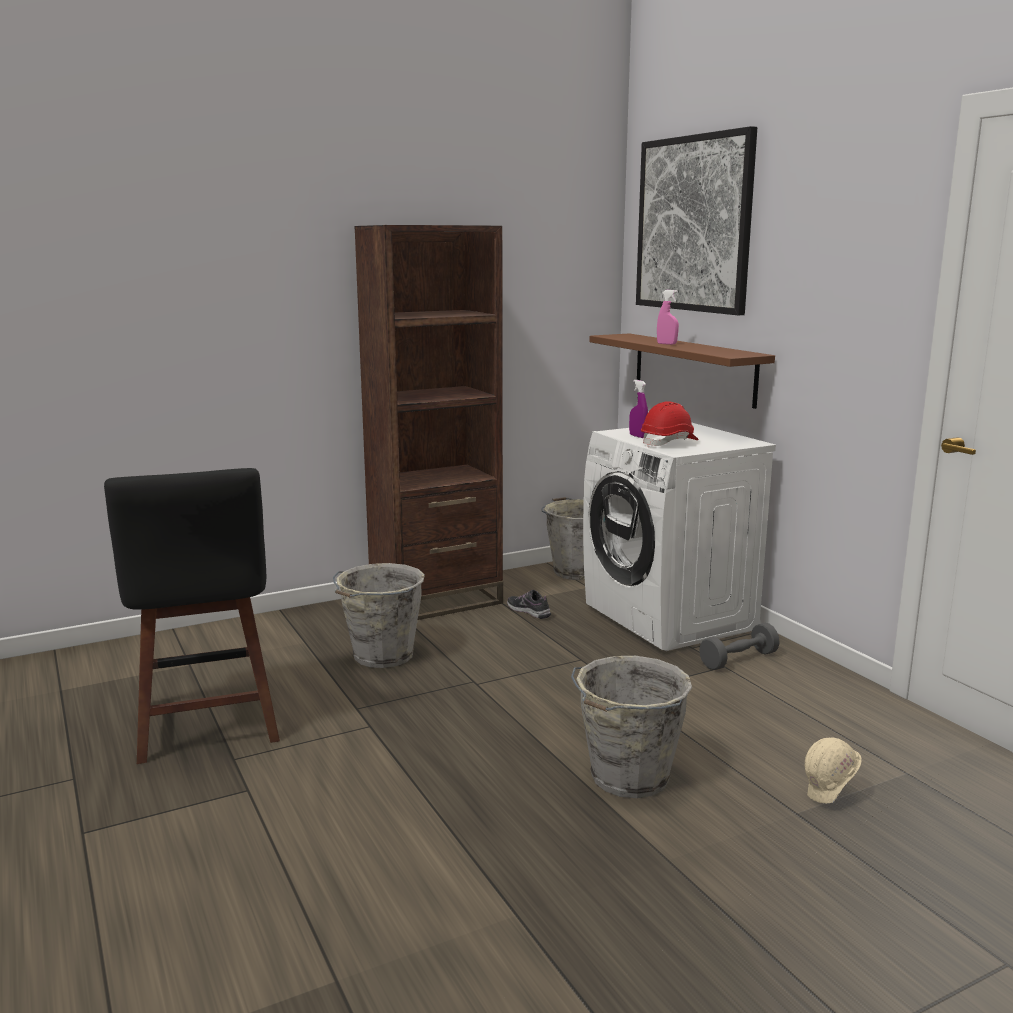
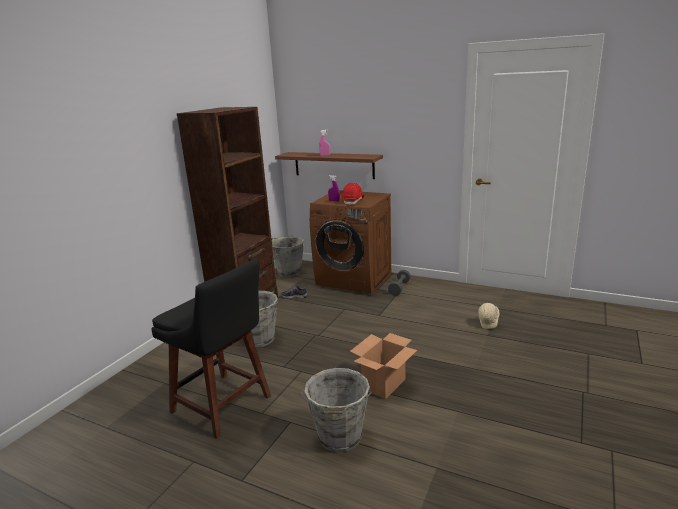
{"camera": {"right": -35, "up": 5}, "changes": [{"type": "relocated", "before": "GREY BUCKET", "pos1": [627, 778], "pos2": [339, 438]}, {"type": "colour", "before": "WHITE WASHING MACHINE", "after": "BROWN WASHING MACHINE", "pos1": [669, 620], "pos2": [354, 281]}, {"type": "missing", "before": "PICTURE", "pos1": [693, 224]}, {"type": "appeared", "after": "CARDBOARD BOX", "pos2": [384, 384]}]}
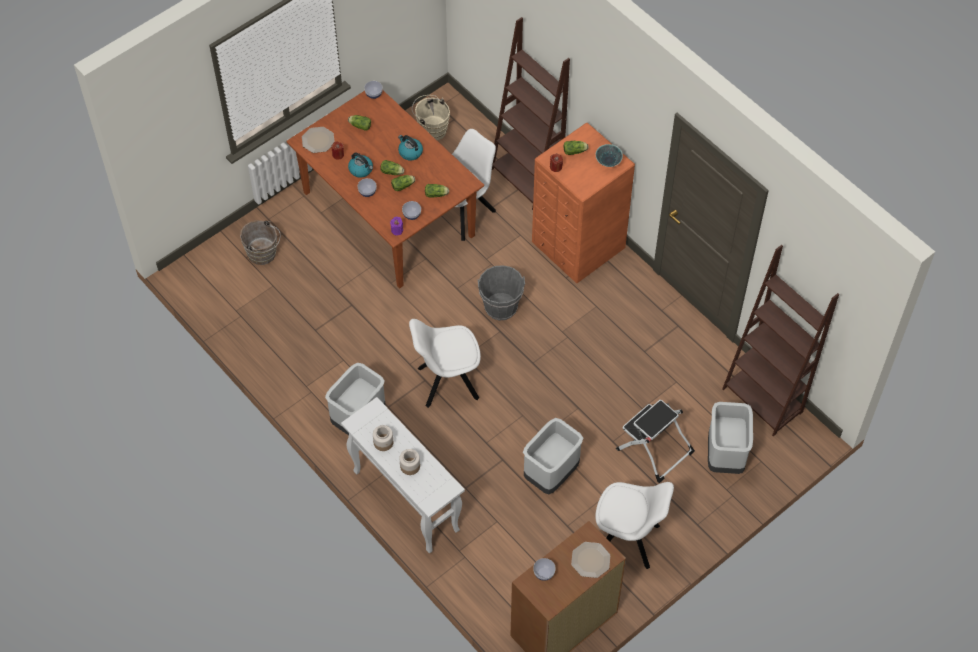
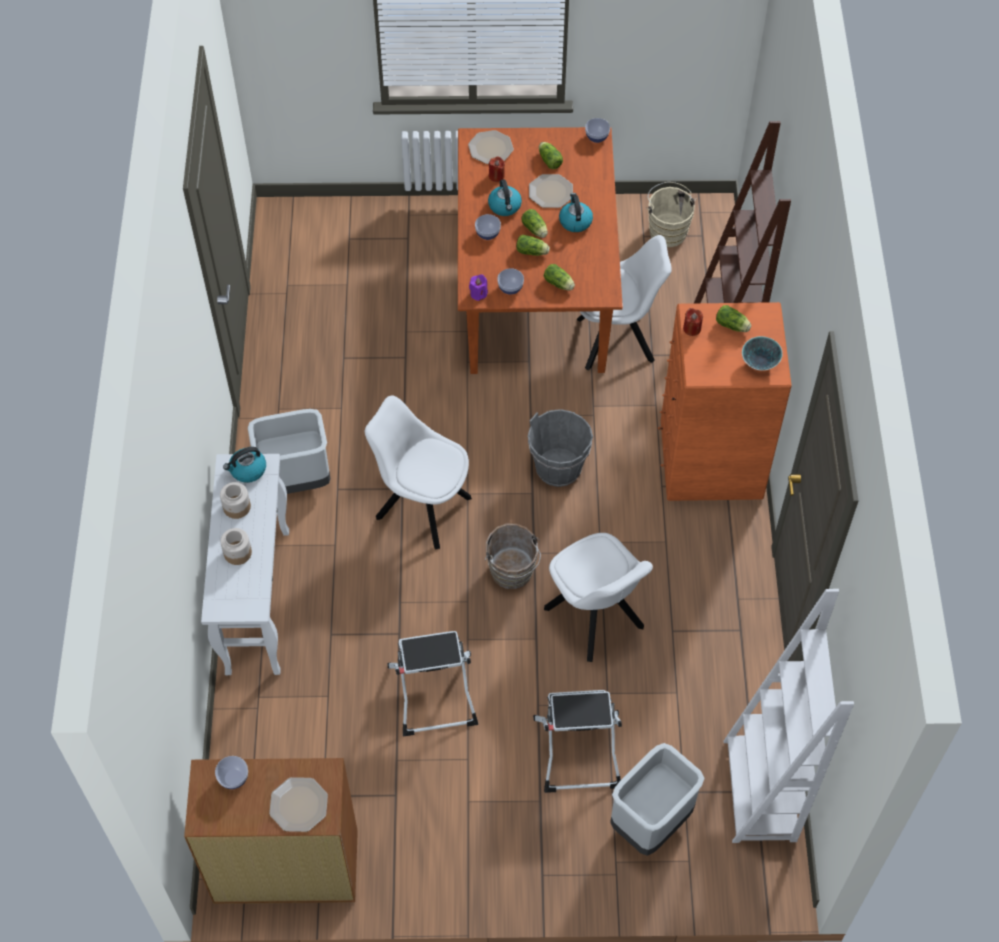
{"camera": {"right": 40, "up": 0}, "changes": [{"type": "relocated", "before": "BROWN BUCKET", "pos1": [264, 254], "pos2": [512, 574]}, {"type": "exchanged", "before": "GREY TRASH CAN", "after": "STEP LADDER", "pos1": [551, 475], "pos2": [434, 691]}, {"type": "relocated", "before": "WHITE CHAIR", "pos1": [627, 540], "pos2": [595, 618]}, {"type": "colour", "before": "BROWN BOOKCASE", "after": "WHITE BOOKCASE", "pos1": [762, 400], "pos2": [760, 790]}, {"type": "appeared", "after": "KETTLE", "pos2": [247, 470]}, {"type": "appeared", "after": "PLATE", "pos2": [550, 192]}]}
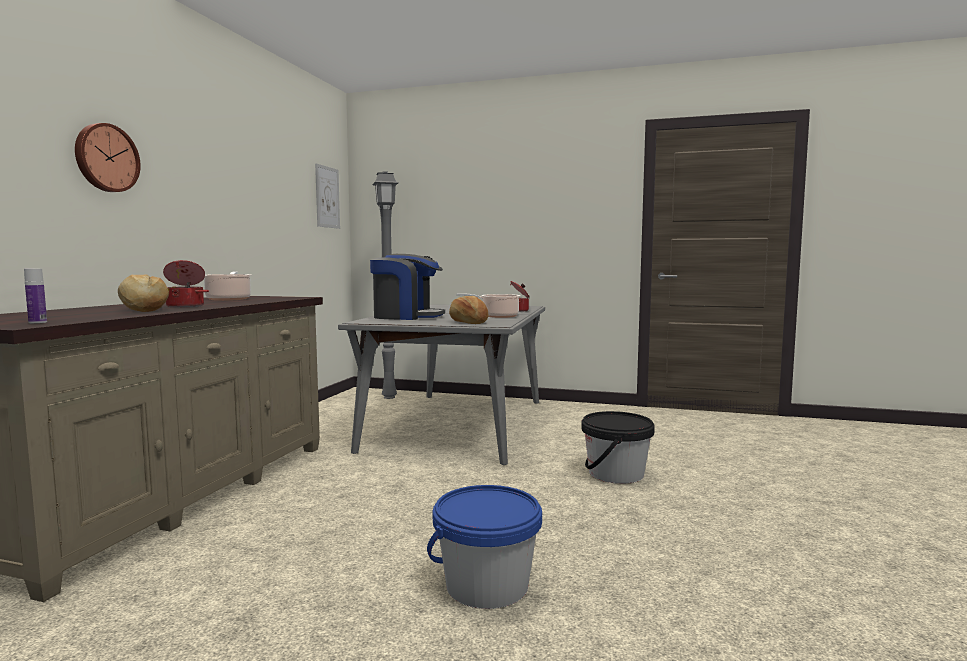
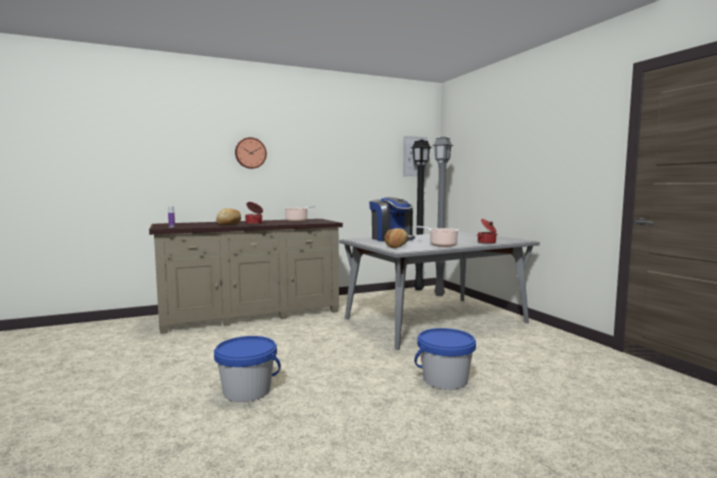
{"camera": {"right": 50, "up": 0}, "changes": [{"type": "colour", "before": "BLACK BUCKET", "after": "BLUE BUCKET", "pos1": [615, 473], "pos2": [445, 380]}, {"type": "appeared", "after": "BLACK FLOOR LAMP", "pos2": [419, 289]}]}
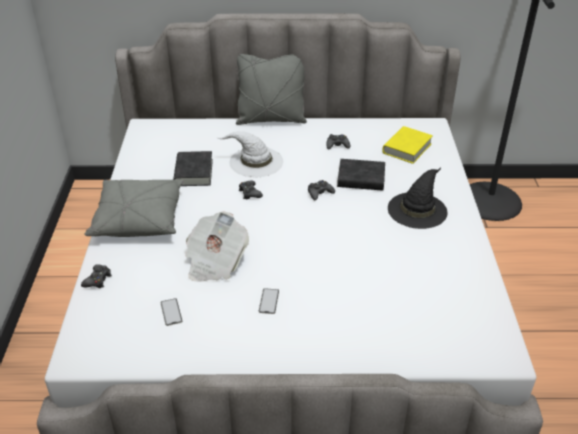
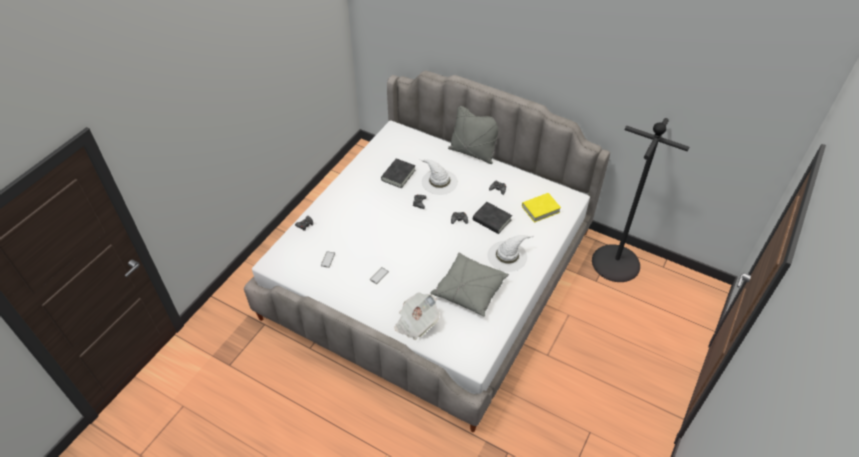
{"camera": {"right": 30, "up": 10}, "changes": [{"type": "relocated", "before": "GREY PILLOW", "pos1": [138, 219], "pos2": [469, 290]}, {"type": "relocated", "before": "NEWSPAPER", "pos1": [215, 262], "pos2": [416, 323]}, {"type": "colour", "before": "BLACK HAT", "after": "WHITE HAT", "pos1": [417, 209], "pos2": [507, 255]}]}
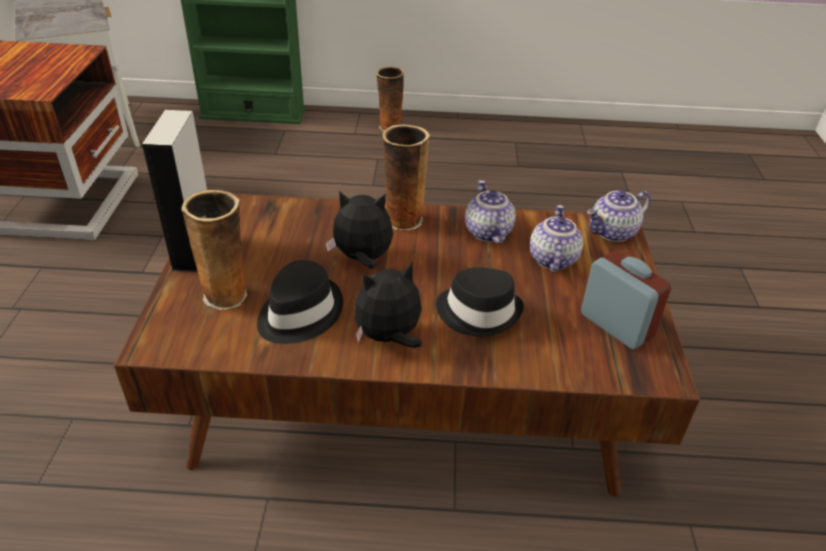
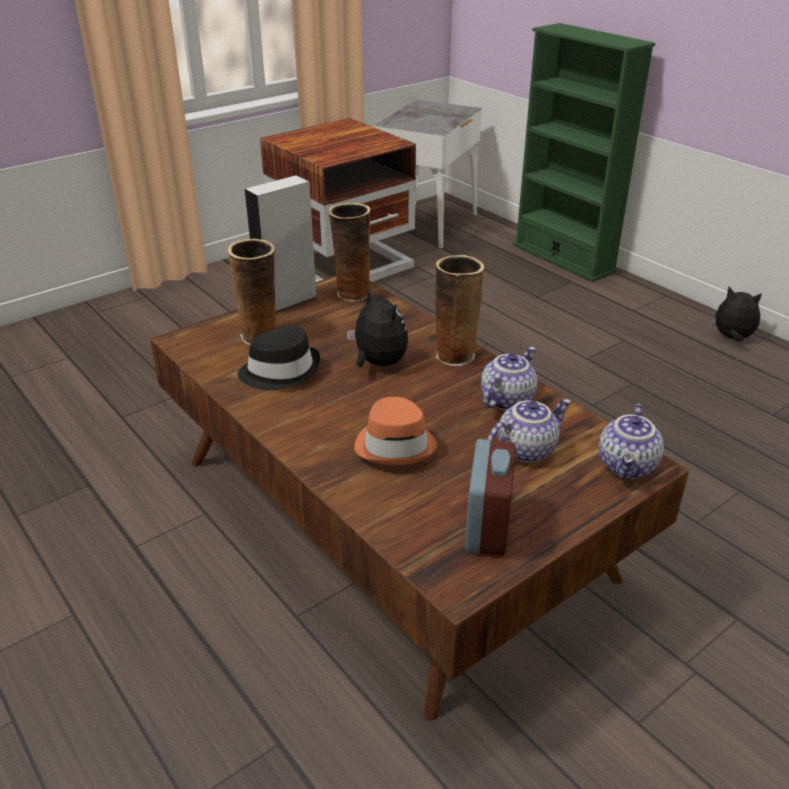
{"camera": {"right": 50, "up": -5}, "changes": [{"type": "relocated", "before": "PLUSH TOY", "pos1": [389, 337], "pos2": [731, 338]}, {"type": "relocated", "before": "VASE", "pos1": [389, 127], "pos2": [351, 293]}, {"type": "colour", "before": "BLACK HAT", "after": "ORANGE HAT", "pos1": [479, 311], "pos2": [395, 445]}, {"type": "spun", "before": "TEAPOT", "pos1": [613, 233], "pos2": [628, 466], "turn": -90}]}
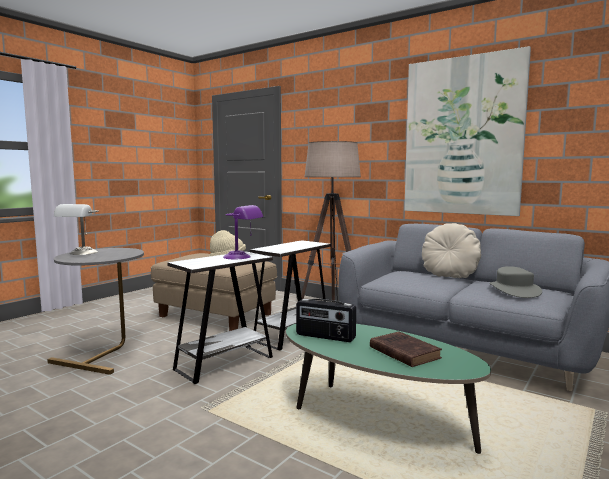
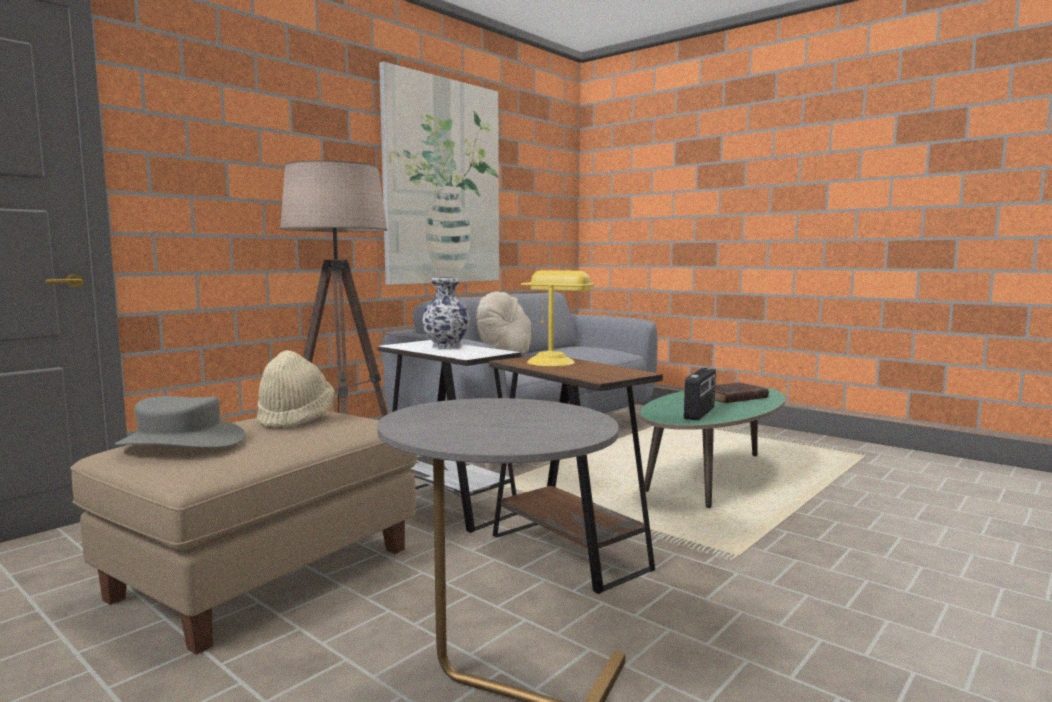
{"camera": {"right": -85, "up": 0}, "changes": [{"type": "missing", "before": "WHITE TABLE LAMP", "pos1": [81, 253]}, {"type": "colour", "before": "WHITE SIDE TABLE", "after": "BROWN SIDE TABLE", "pos1": [224, 363], "pos2": [569, 552]}, {"type": "colour", "before": "PURPLE TABLE LAMP", "after": "YELLOW TABLE LAMP", "pos1": [242, 257], "pos2": [554, 360]}, {"type": "relocated", "before": "GREY HAT", "pos1": [514, 290], "pos2": [181, 442]}, {"type": "appeared", "after": "VASE", "pos2": [446, 347]}]}
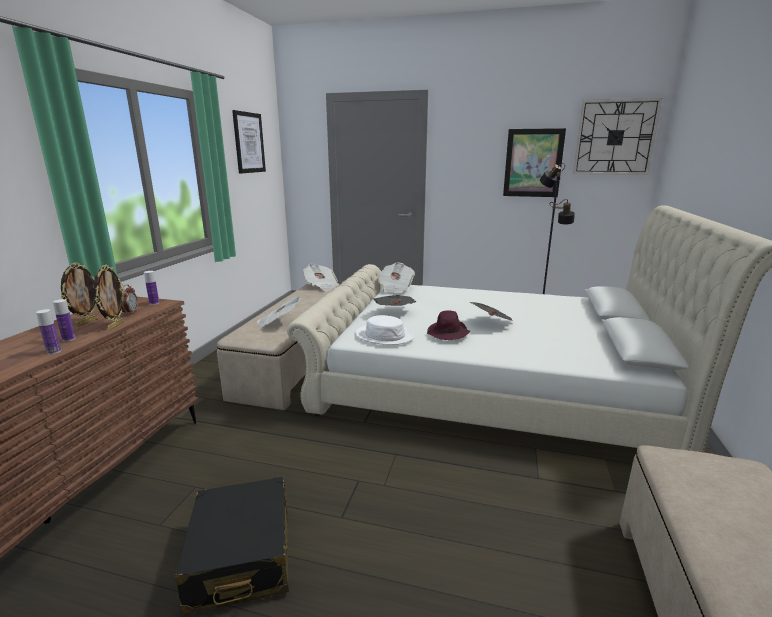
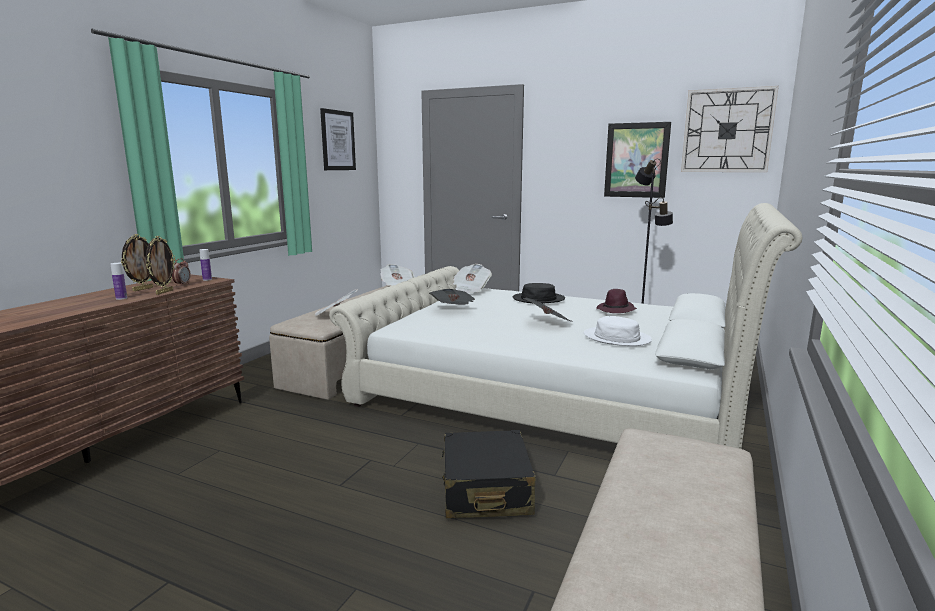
{"camera": {"right": 10, "up": -5}, "changes": [{"type": "missing", "before": "BOTTLE", "pos1": [54, 351]}, {"type": "relocated", "before": "BLACK SUITCASE", "pos1": [241, 556], "pos2": [485, 490]}, {"type": "relocated", "before": "WHITE HAT", "pos1": [385, 335], "pos2": [617, 338]}, {"type": "relocated", "before": "PURPLE HAT", "pos1": [448, 333], "pos2": [616, 310]}, {"type": "appeared", "after": "BLACK HAT", "pos2": [538, 299]}]}
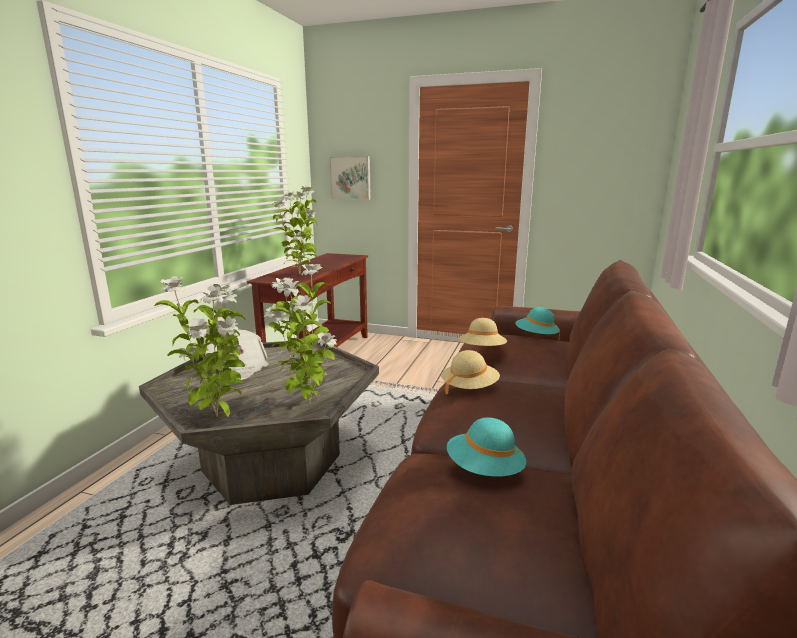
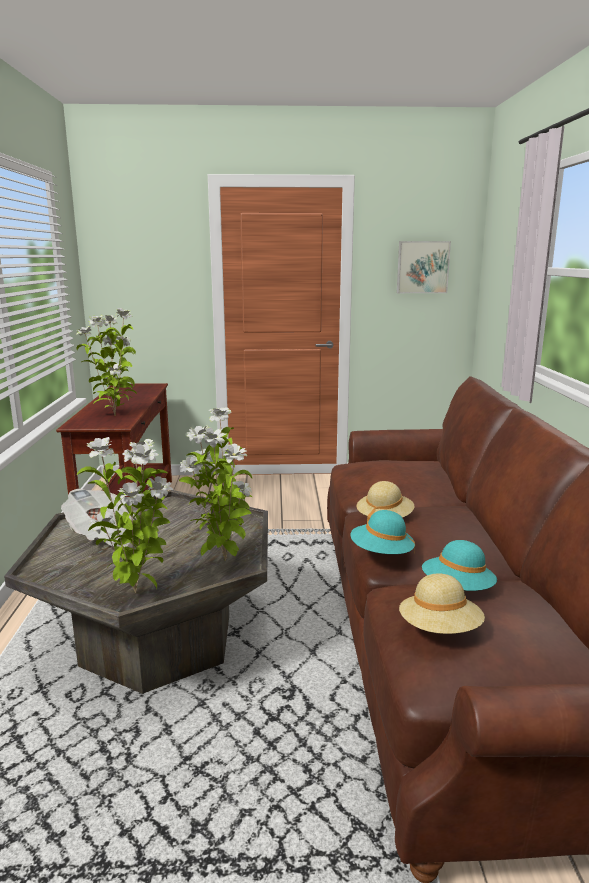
{"camera": {"right": -20, "up": 0}, "changes": [{"type": "relocated", "before": "PICTURE", "pos1": [350, 178], "pos2": [422, 267]}, {"type": "relocated", "before": "BEIGE HAT", "pos1": [482, 351], "pos2": [440, 630]}, {"type": "relocated", "before": "TURQUOISE HAT", "pos1": [536, 337], "pos2": [381, 554]}]}
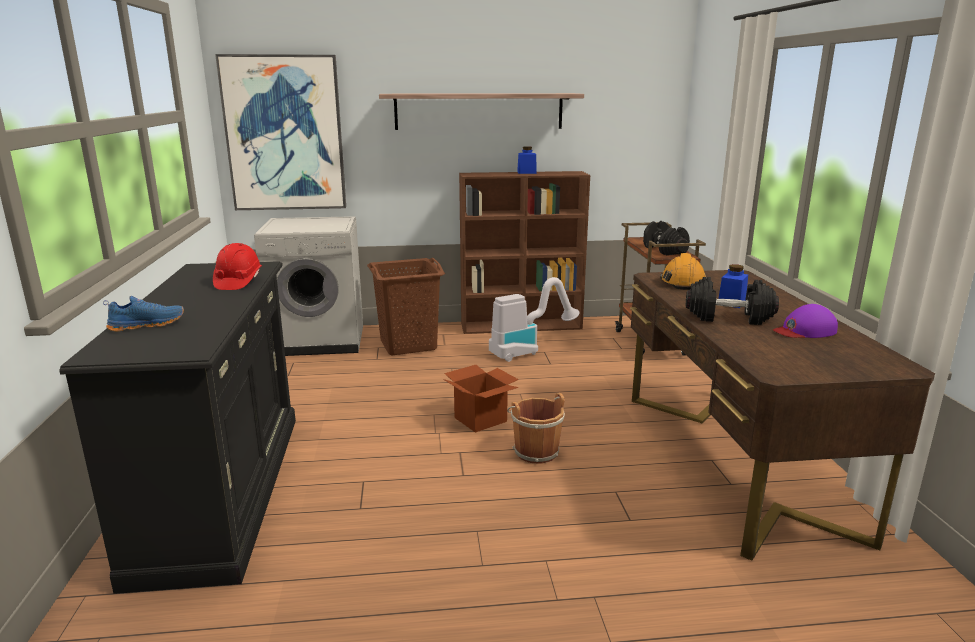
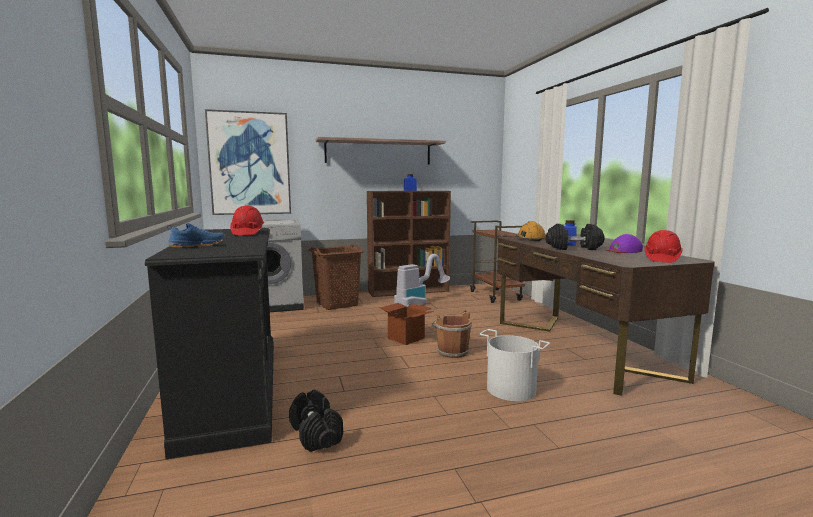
{"camera": {"right": -10, "up": -10}, "changes": [{"type": "relocated", "before": "BLACK DUMBBELL", "pos1": [664, 250], "pos2": [315, 434]}, {"type": "appeared", "after": "WHITE BUCKET", "pos2": [510, 389]}, {"type": "appeared", "after": "RED HARD HAT", "pos2": [661, 259]}]}
